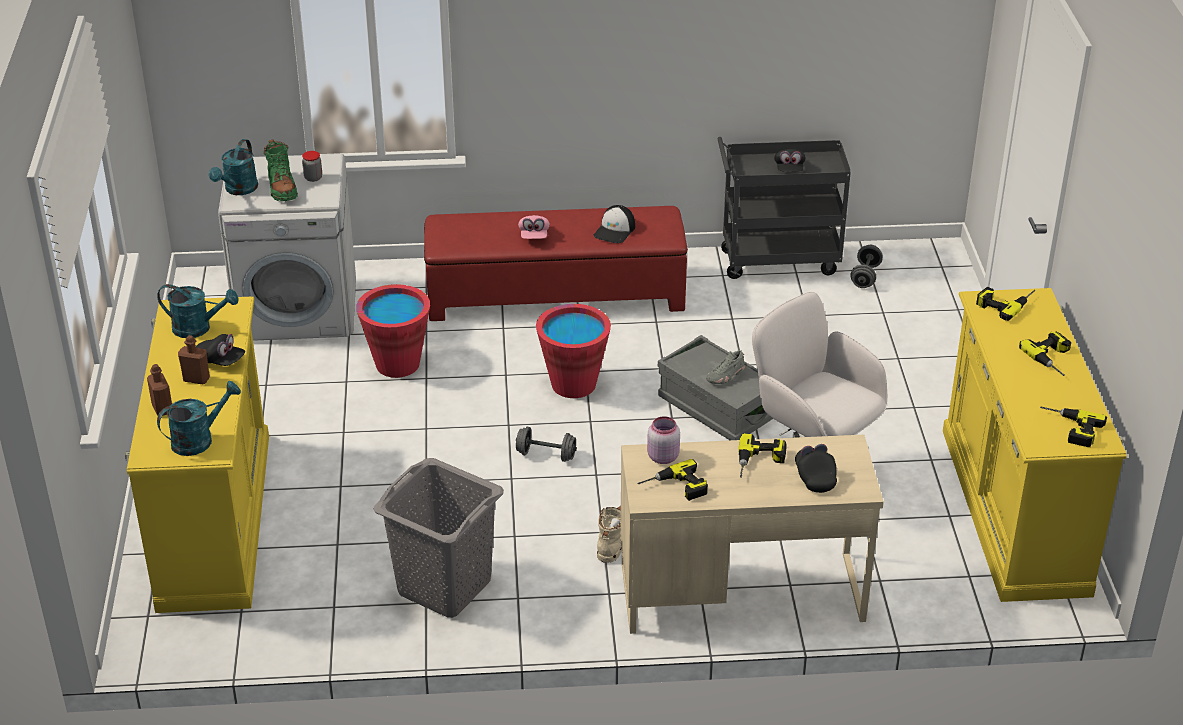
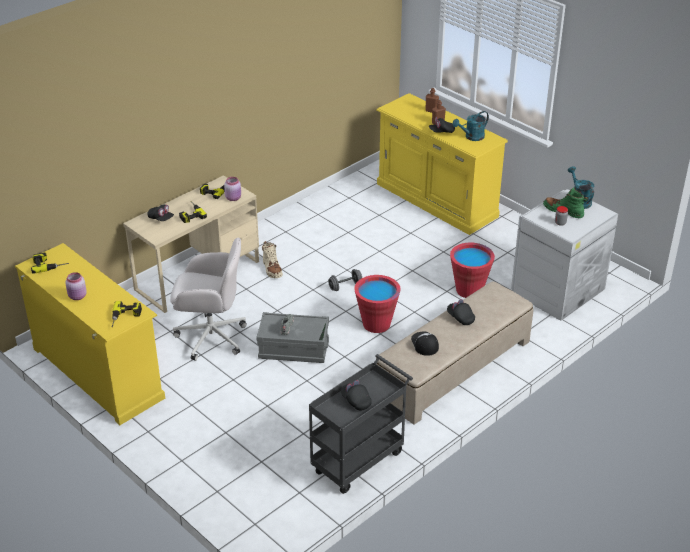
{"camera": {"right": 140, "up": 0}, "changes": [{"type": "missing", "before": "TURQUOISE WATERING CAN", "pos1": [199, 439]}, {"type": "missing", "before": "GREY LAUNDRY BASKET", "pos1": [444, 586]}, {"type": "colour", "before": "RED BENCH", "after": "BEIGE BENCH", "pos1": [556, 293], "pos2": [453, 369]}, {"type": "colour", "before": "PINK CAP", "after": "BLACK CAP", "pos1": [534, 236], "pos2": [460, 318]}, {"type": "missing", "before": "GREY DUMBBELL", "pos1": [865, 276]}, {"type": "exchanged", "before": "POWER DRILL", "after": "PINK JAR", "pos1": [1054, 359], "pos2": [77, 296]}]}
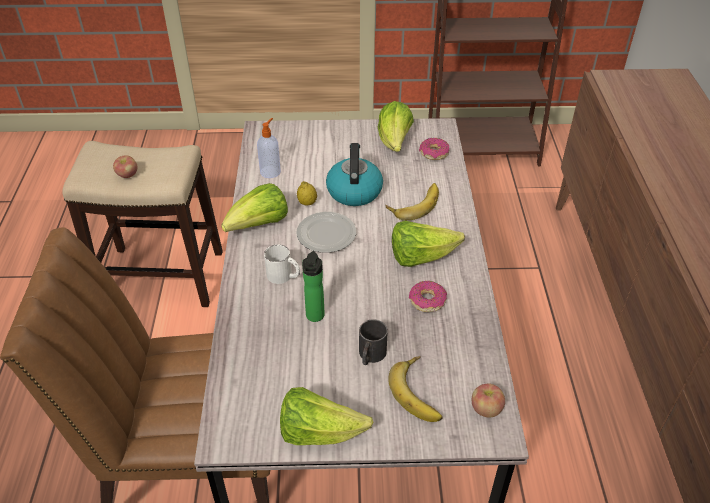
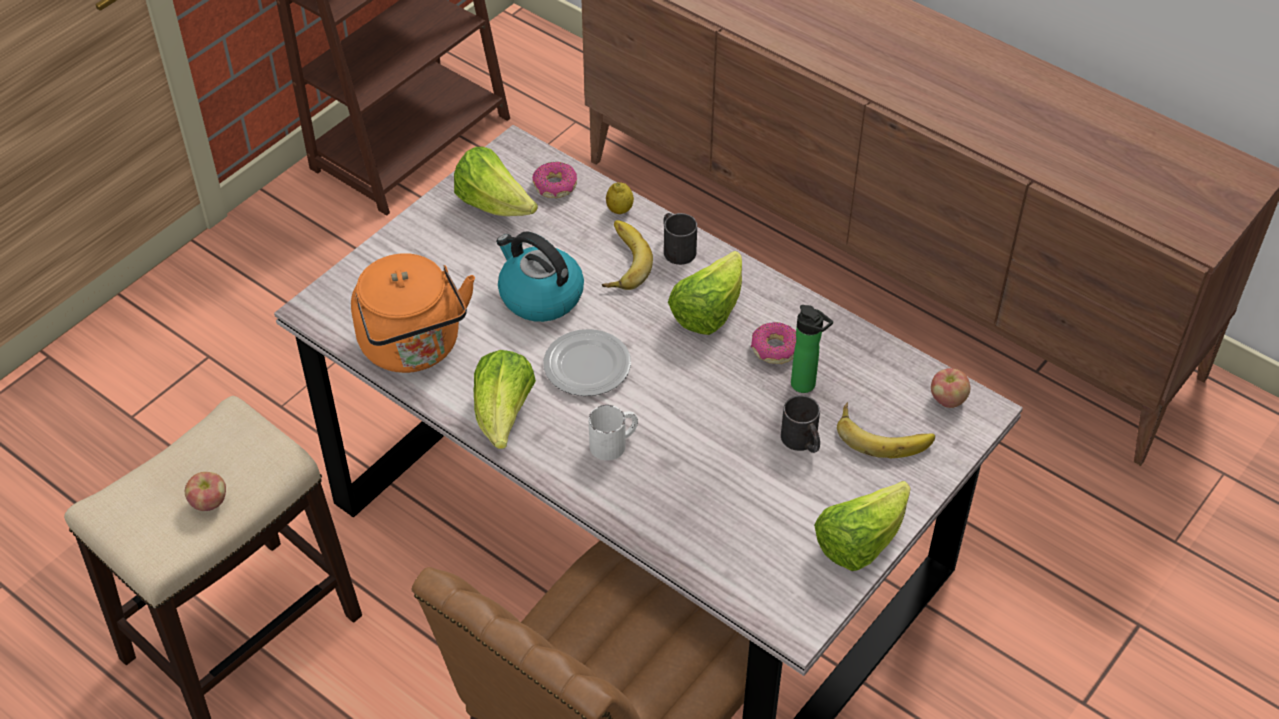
{"camera": {"right": -50, "up": 5}, "changes": [{"type": "exchanged", "before": "SOAP DISPENSER", "after": "ORANGE KETTLE", "pos1": [271, 171], "pos2": [414, 348]}, {"type": "relocated", "before": "LEMON", "pos1": [307, 203], "pos2": [619, 210]}, {"type": "relocated", "before": "BOTTLE", "pos1": [314, 317], "pos2": [806, 386]}, {"type": "appeared", "after": "BLACK MUG", "pos2": [676, 248]}]}
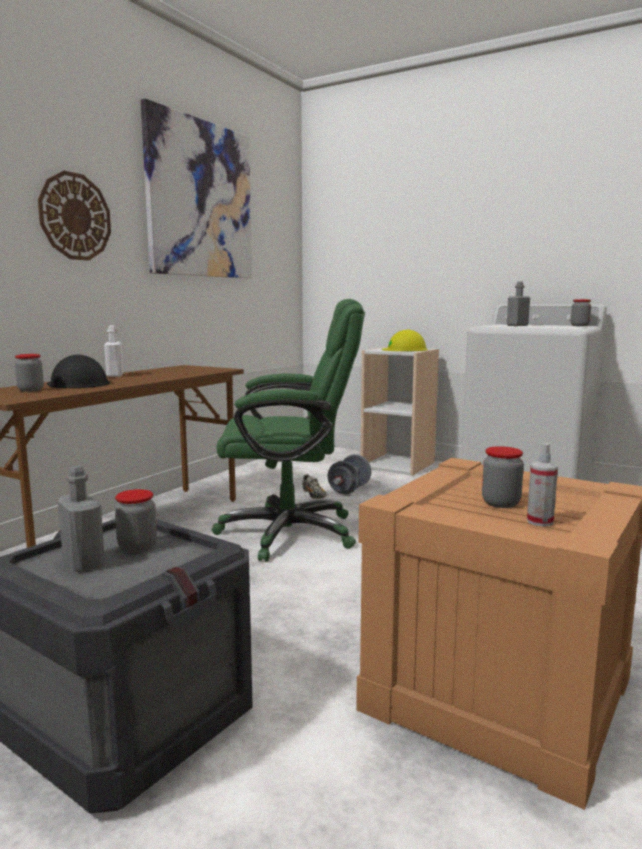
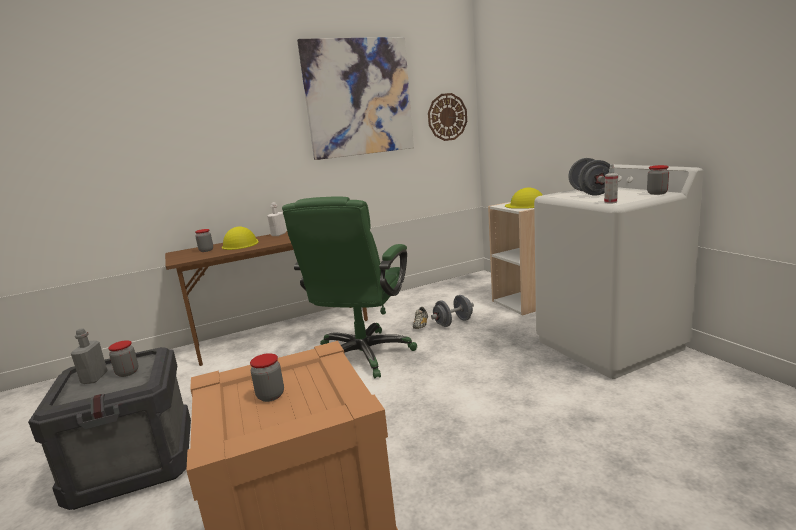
{"camera": {"right": 35, "up": 5}, "changes": [{"type": "relocated", "before": "WALL CLOCK", "pos1": [75, 216], "pos2": [447, 117]}, {"type": "colour", "before": "BLACK HARD HAT", "after": "YELLOW HARD HAT", "pos1": [78, 383], "pos2": [240, 244]}, {"type": "spun", "before": "GREEN OFFICE CHAIR", "pos1": [288, 532], "pos2": [363, 354], "turn": 75}, {"type": "exchanged", "before": "GREY BOTTLE", "after": "GREY DUMBBELL", "pos1": [517, 325], "pos2": [590, 193]}, {"type": "relocated", "before": "SPRAY BOTTLE", "pos1": [540, 522], "pos2": [610, 202]}]}
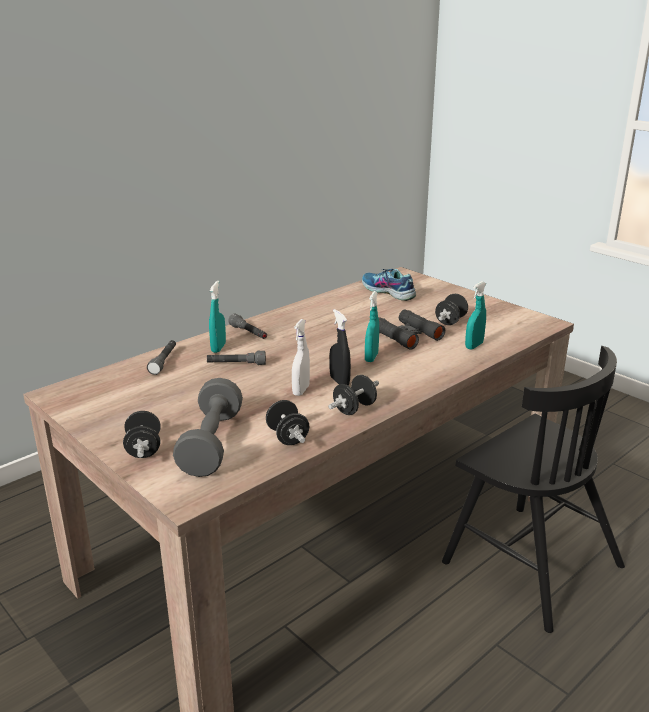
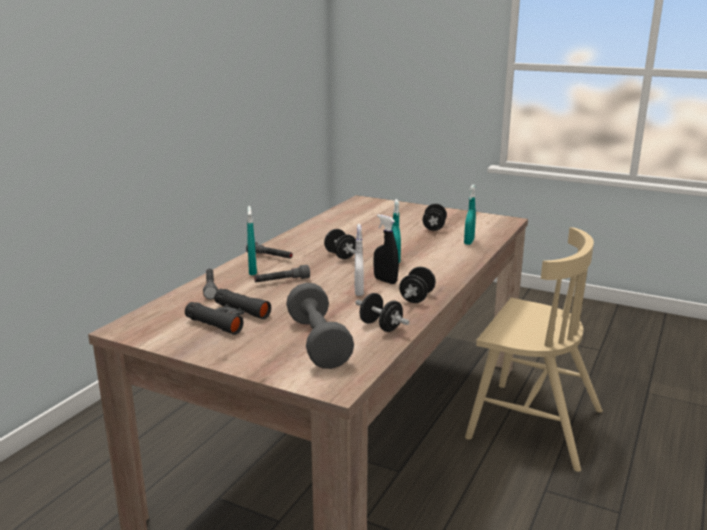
{"camera": {"right": -20, "up": -5}, "changes": [{"type": "relocated", "before": "BLACK DUMBBELL", "pos1": [144, 449], "pos2": [340, 255]}, {"type": "missing", "before": "SHOE", "pos1": [387, 292]}, {"type": "relocated", "before": "BLACK BINOCULARS", "pos1": [407, 335], "pos2": [228, 318]}, {"type": "colour", "before": "BLACK CHAIR", "after": "BEIGE CHAIR", "pos1": [524, 558], "pos2": [527, 421]}]}
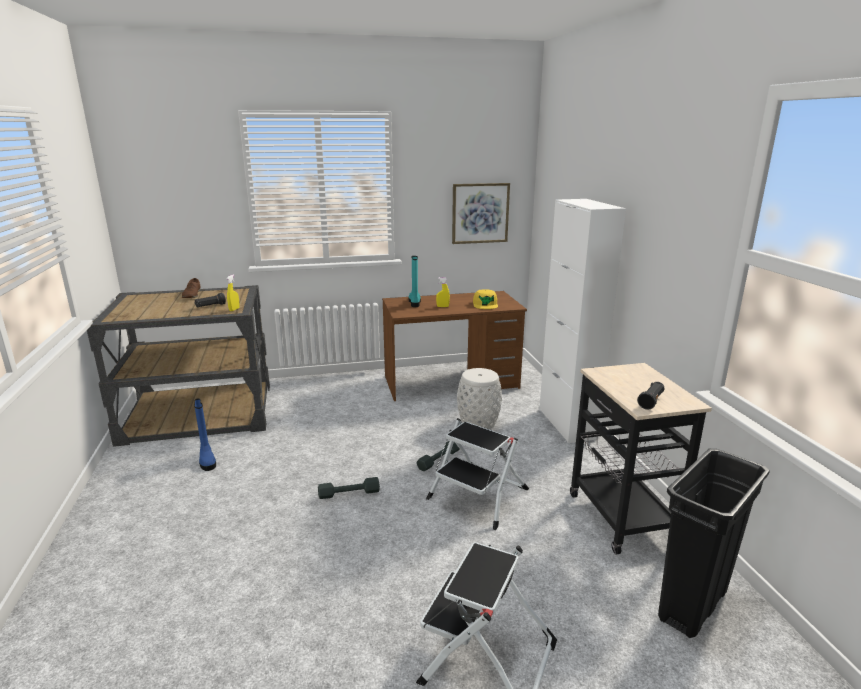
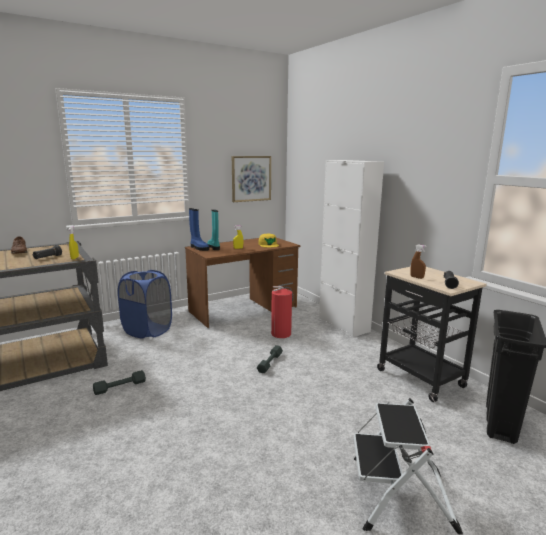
{"camera": {"right": -20, "up": -5}, "changes": [{"type": "relocated", "before": "BLUE BOOT", "pos1": [207, 460], "pos2": [198, 248]}, {"type": "relocated", "before": "GREY DUMBBELL", "pos1": [349, 493], "pos2": [120, 387]}, {"type": "missing", "before": "STEP LADDER", "pos1": [479, 495]}, {"type": "exchanged", "before": "WHITE STOOL", "after": "FIRE EXTINGUISHER", "pos1": [478, 423], "pos2": [282, 333]}, {"type": "appeared", "after": "BLUE LAUNDRY BASKET", "pos2": [147, 330]}, {"type": "appeared", "after": "BROWN SPRAY BOTTLE", "pos2": [417, 277]}]}
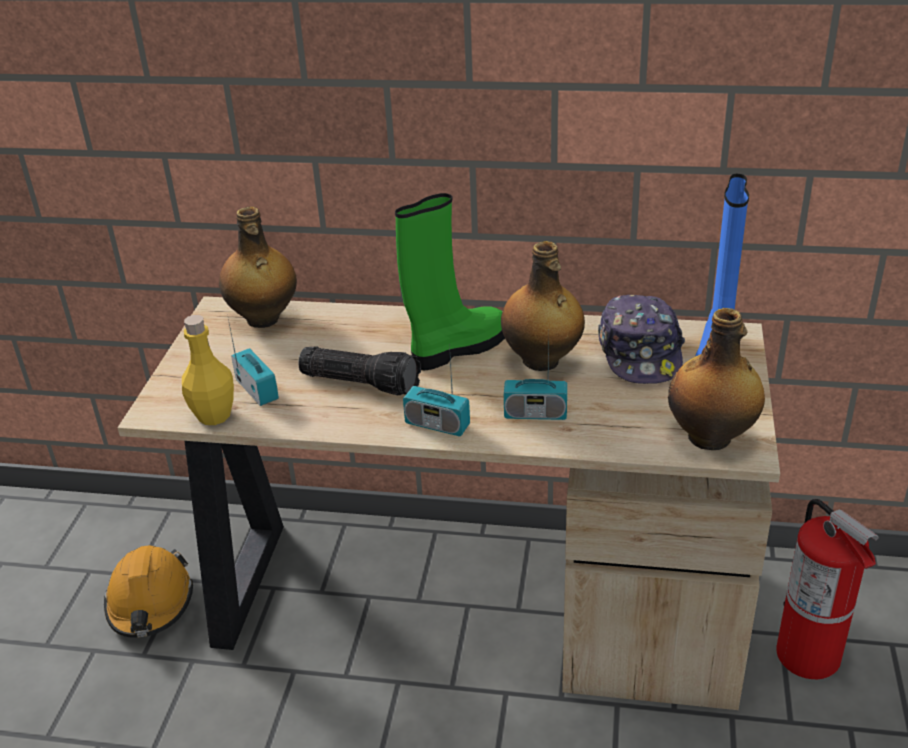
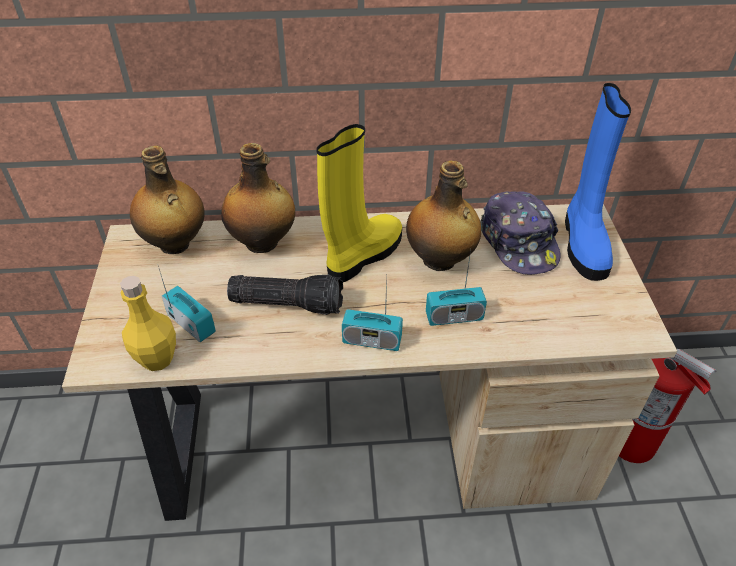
{"camera": {"right": -15, "up": 10}, "changes": [{"type": "missing", "before": "ORANGE HARD HAT", "pos1": [150, 602]}, {"type": "colour", "before": "GREEN BOOT", "after": "YELLOW BOOT", "pos1": [457, 348], "pos2": [363, 256]}, {"type": "relocated", "before": "BOTTLE", "pos1": [711, 437], "pos2": [263, 242]}]}
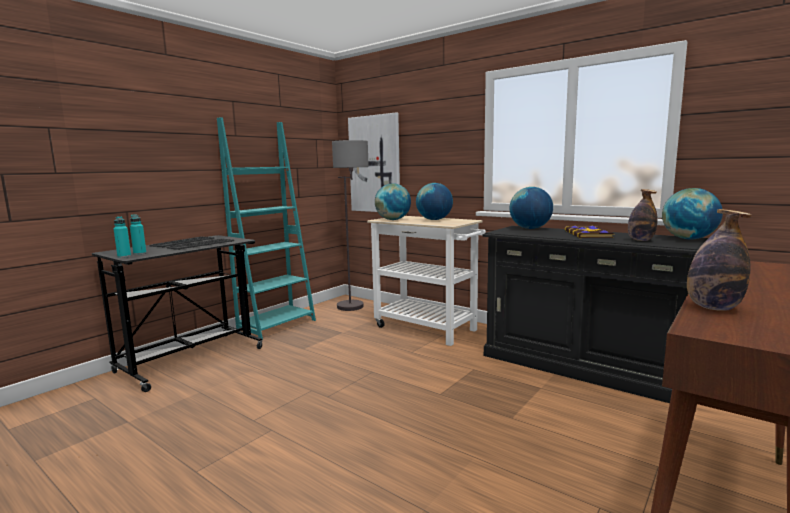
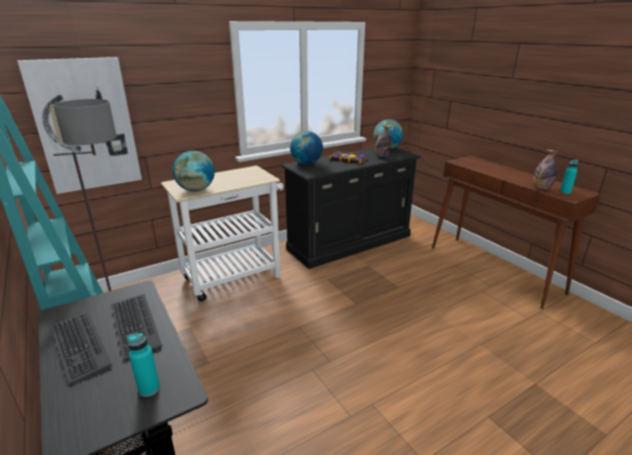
{"camera": {"right": -70, "up": 15}, "changes": [{"type": "relocated", "before": "TURQUOISE BOTTLE", "pos1": [124, 256], "pos2": [565, 192]}, {"type": "missing", "before": "GLOBE", "pos1": [434, 220]}]}
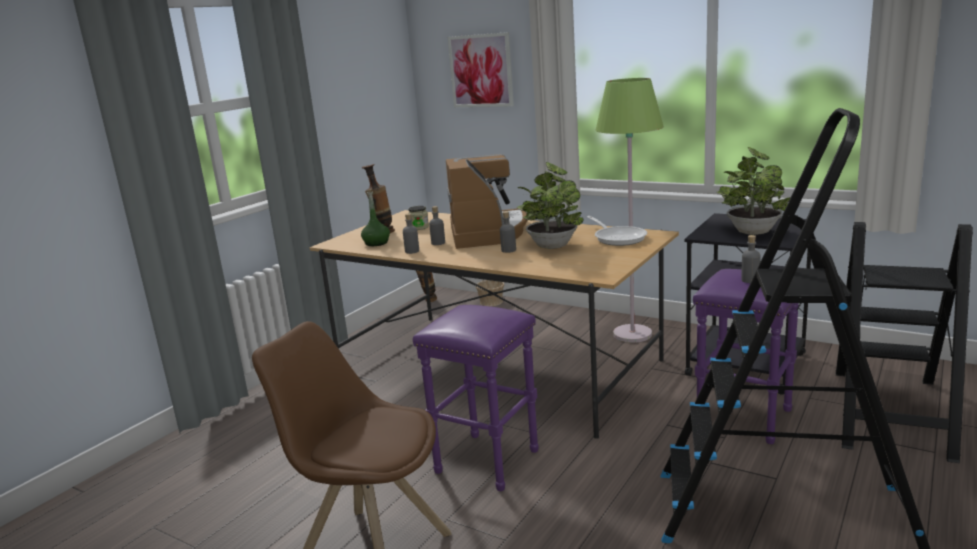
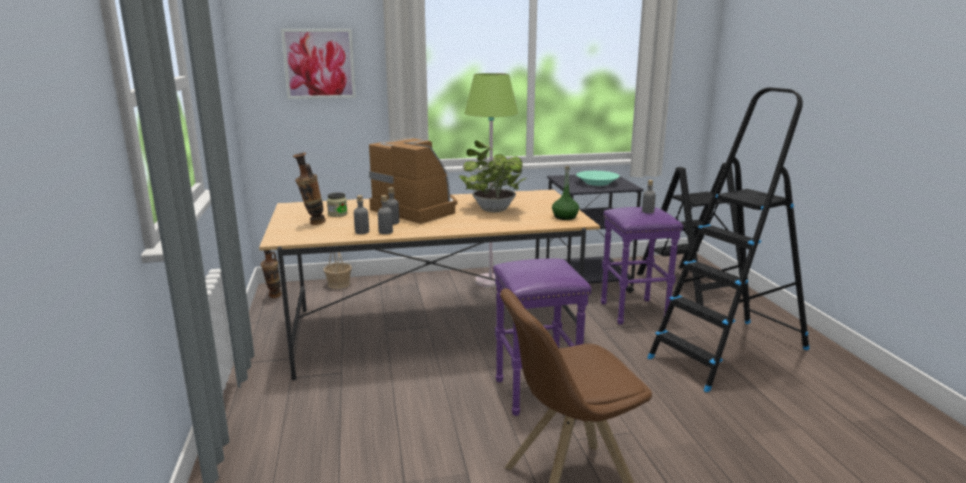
{"camera": {"right": -45, "up": 0}, "changes": [{"type": "relocated", "before": "GREEN BOTTLE", "pos1": [376, 243], "pos2": [564, 217]}, {"type": "relocated", "before": "GREY BOTTLE", "pos1": [508, 250], "pos2": [362, 232]}, {"type": "missing", "before": "FRYING PAN", "pos1": [618, 238]}, {"type": "exchanged", "before": "POTTED PLANT", "after": "TURQUOISE BOWL", "pos1": [752, 231], "pos2": [597, 183]}]}
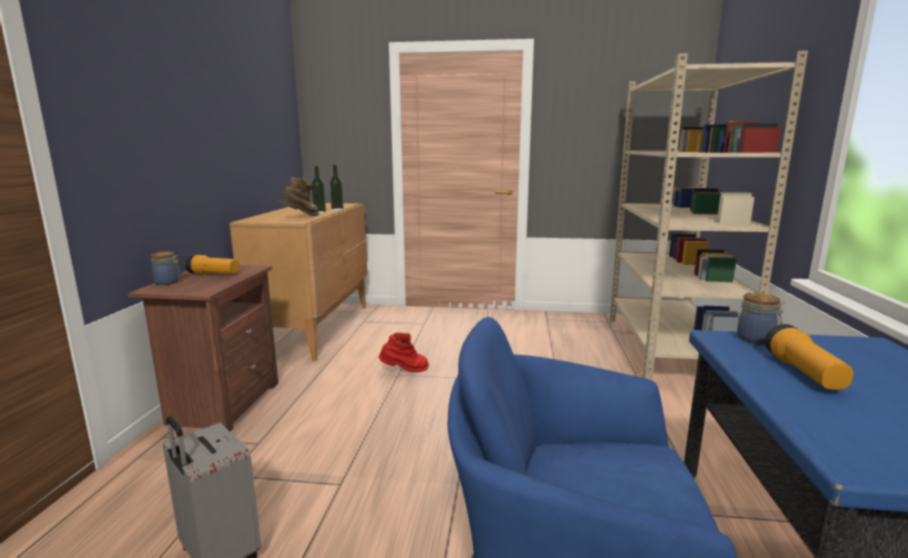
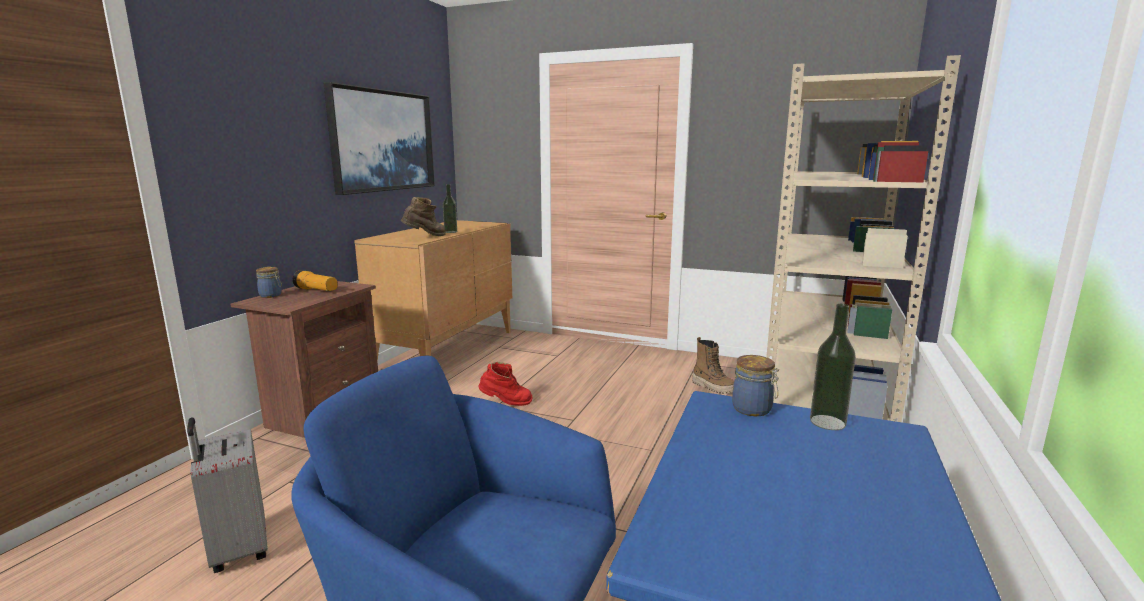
{"camera": {"right": 15, "up": 0}, "changes": [{"type": "relocated", "before": "BOTTLE", "pos1": [337, 209], "pos2": [827, 422]}, {"type": "missing", "before": "FLASHLIGHT", "pos1": [803, 373]}, {"type": "appeared", "after": "PICTURE", "pos2": [382, 141]}, {"type": "appeared", "after": "BOOT", "pos2": [713, 387]}]}
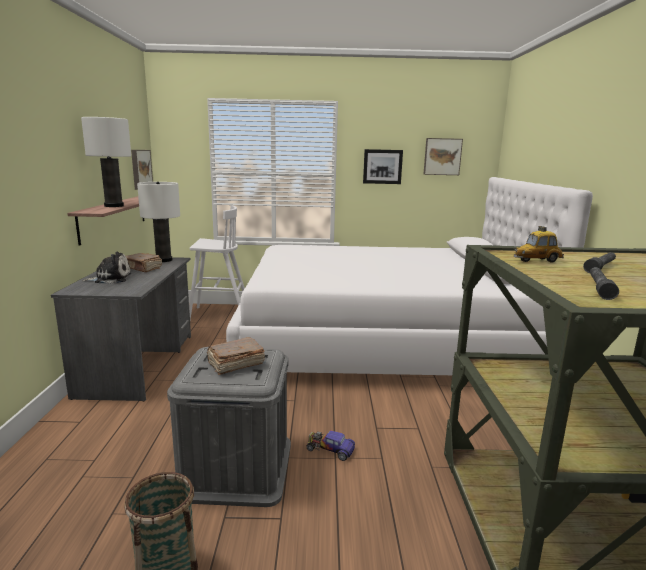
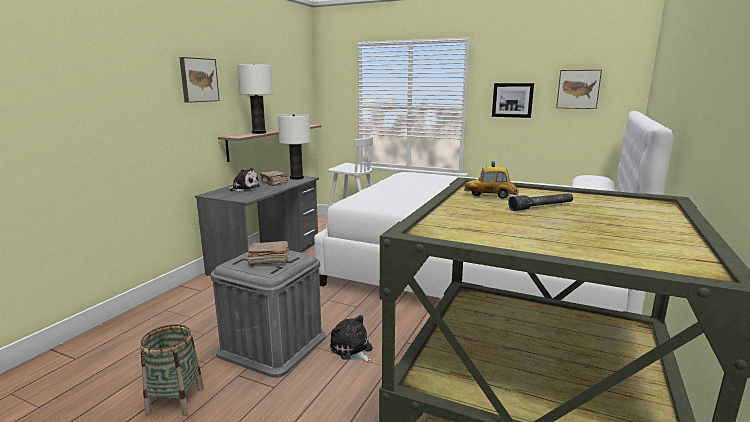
{"camera": {"right": 25, "up": 0}, "changes": [{"type": "relocated", "before": "PICTURE", "pos1": [140, 169], "pos2": [198, 80]}, {"type": "exchanged", "before": "TOY CAR", "after": "PLUSH TOY", "pos1": [330, 449], "pos2": [352, 349]}, {"type": "missing", "before": "GREY FLASHLIGHT", "pos1": [599, 288]}]}
